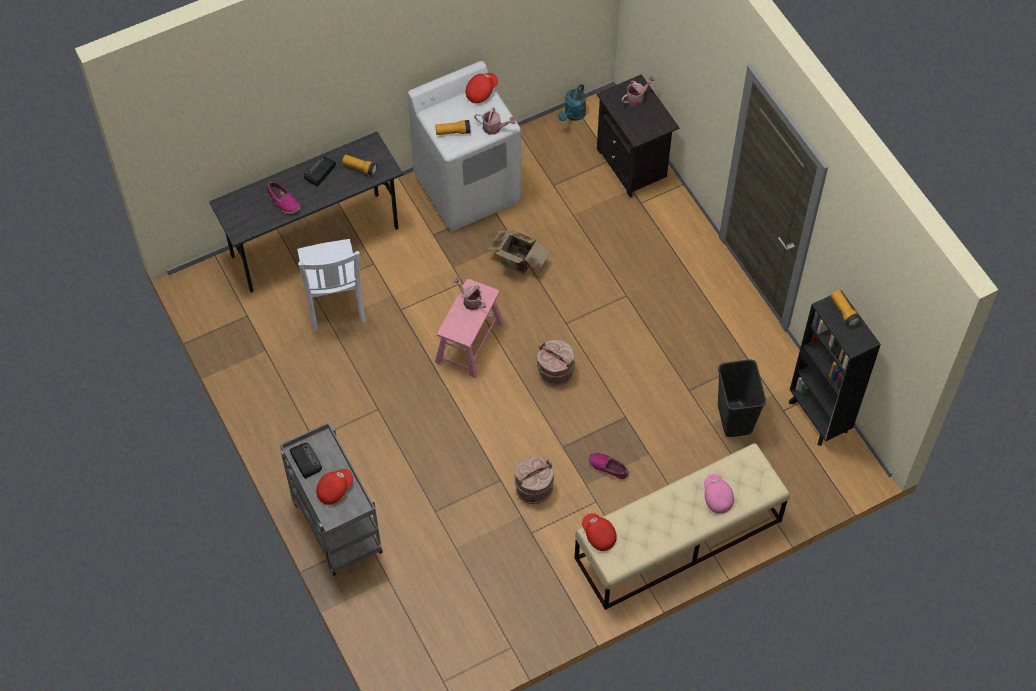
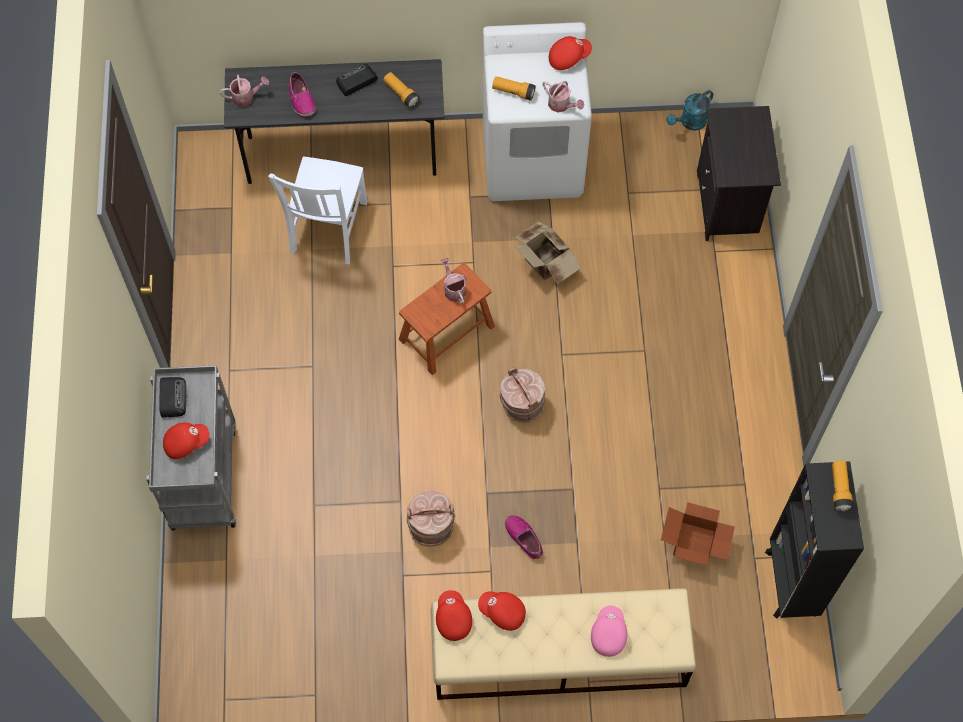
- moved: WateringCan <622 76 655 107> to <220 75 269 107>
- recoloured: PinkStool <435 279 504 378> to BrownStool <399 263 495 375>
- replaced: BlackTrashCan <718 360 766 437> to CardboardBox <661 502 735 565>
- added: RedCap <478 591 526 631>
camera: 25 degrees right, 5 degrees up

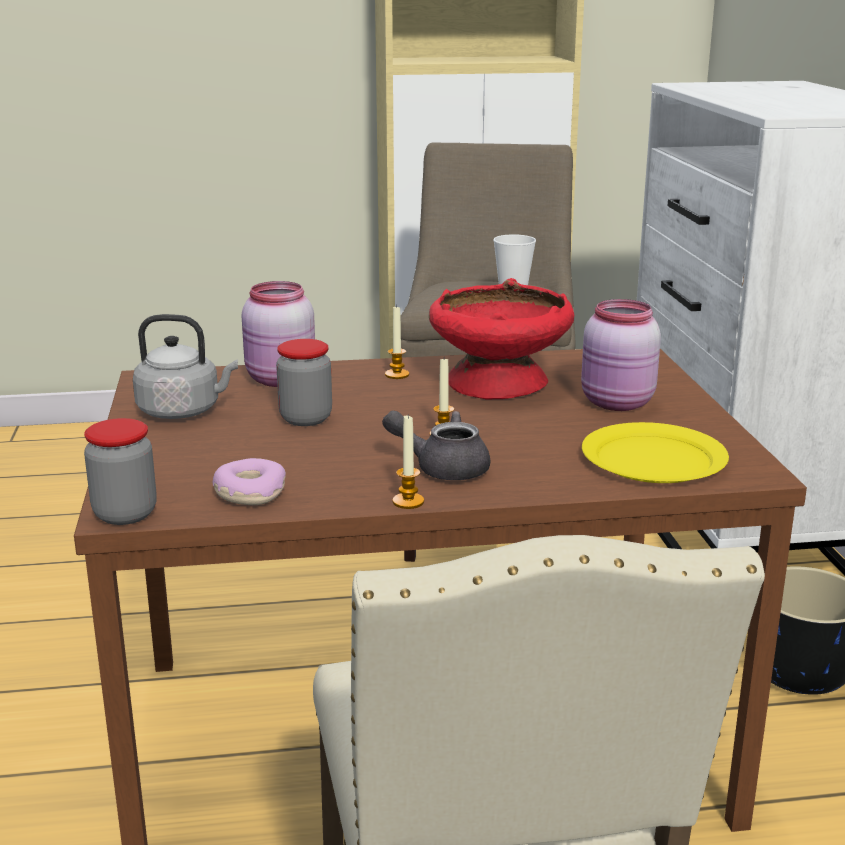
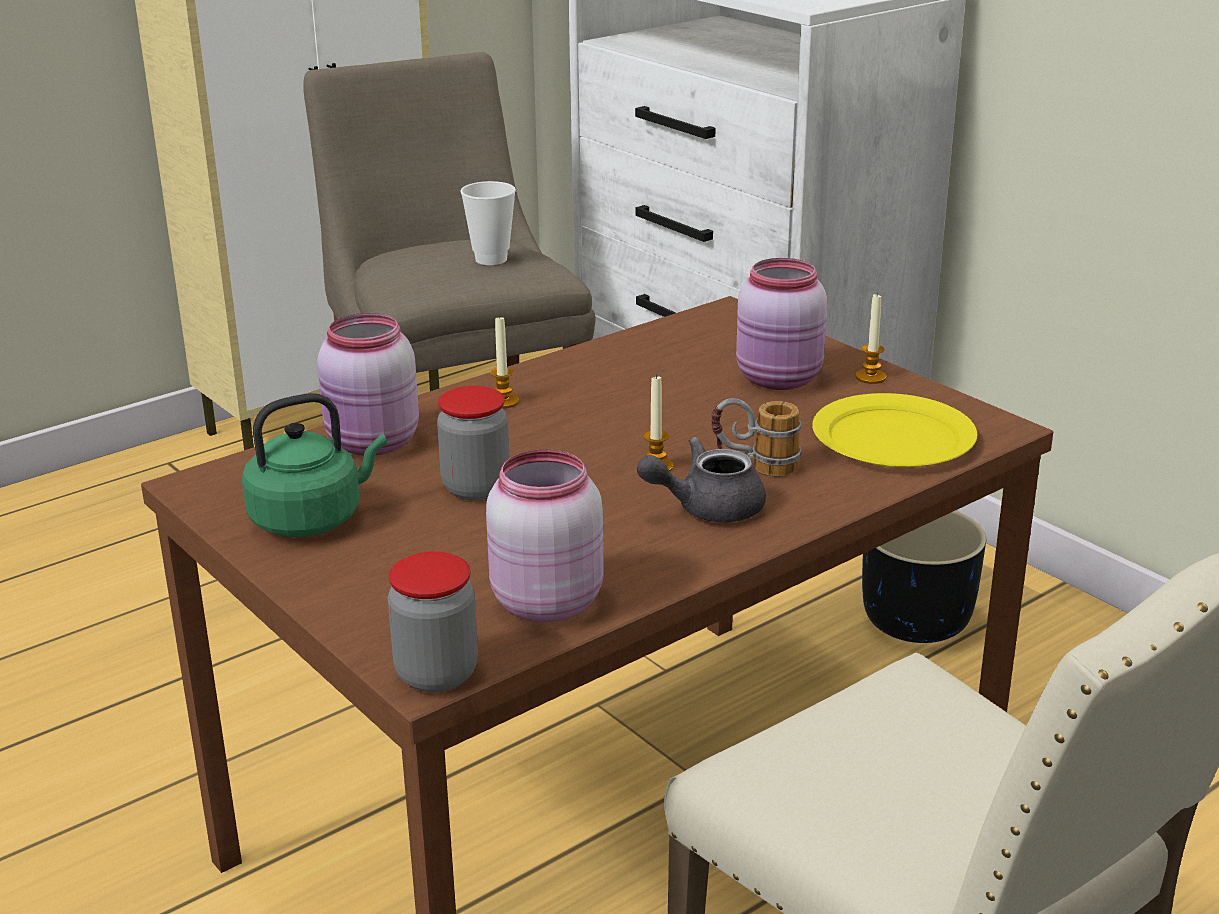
- removed: RedBowl <429 278 574 399>
- recoloured: GreyKettle <133 314 238 419> to GreenKettle <242 393 387 537>
- moved: Candle <392 415 424 509> to <856 293 886 384>
- replaced: Donut <213 458 286 505> to PinkJar <486 449 604 622>
- added: Mug <711 398 801 477>
camera: 30 degrees left, 5 degrees up

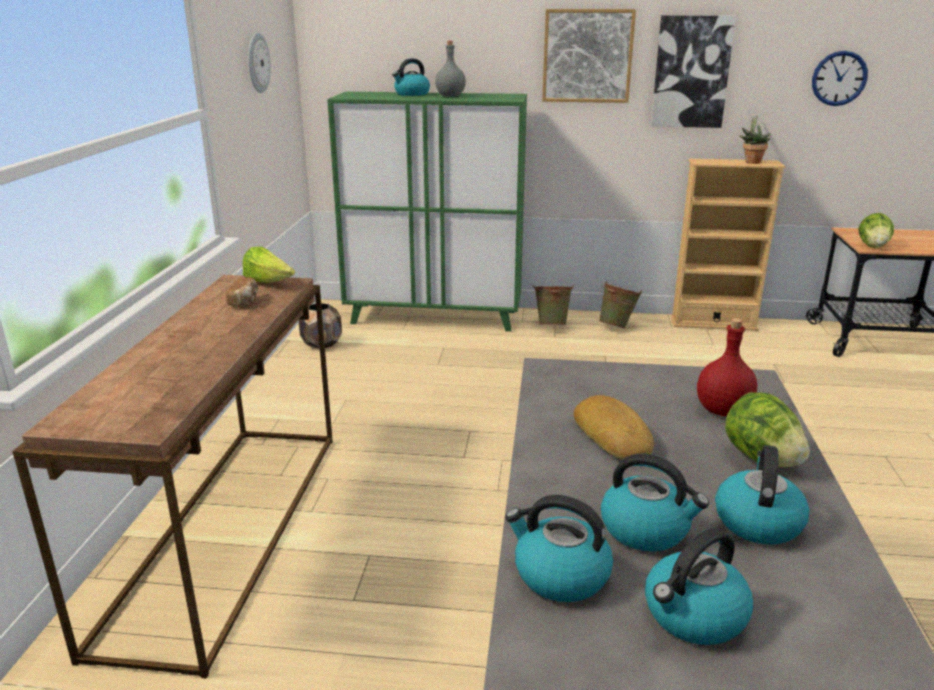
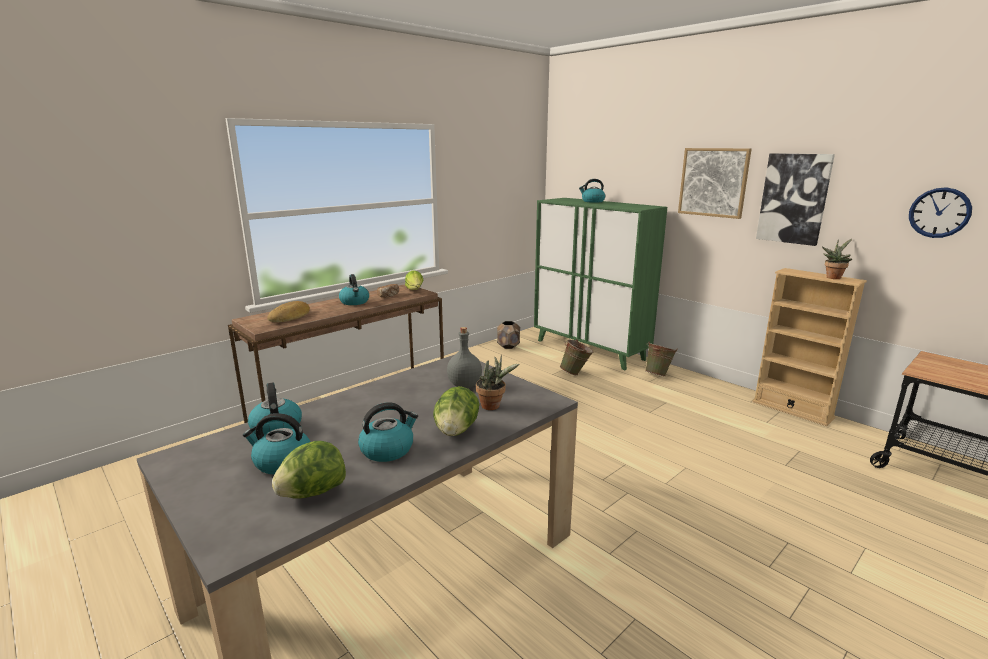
- removed: WallClock <248 33 271 93>
- moved: GreyBottle <435 41 466 97> to <447 327 482 388>
- moved: Lettuce <858 213 894 248> to <272 441 346 499>
- moved: GreenBucket <599 281 642 329> to <560 339 593 375>
- replaced: RedBottle <697 318 757 416> to PottedPlant <476 355 519 410>
- moved: Bread <574 395 654 460> to <267 301 310 322>
- moved: Kettle <601 453 709 551> to <339 274 369 305>
camera: 40 degrees right, 5 degrees down

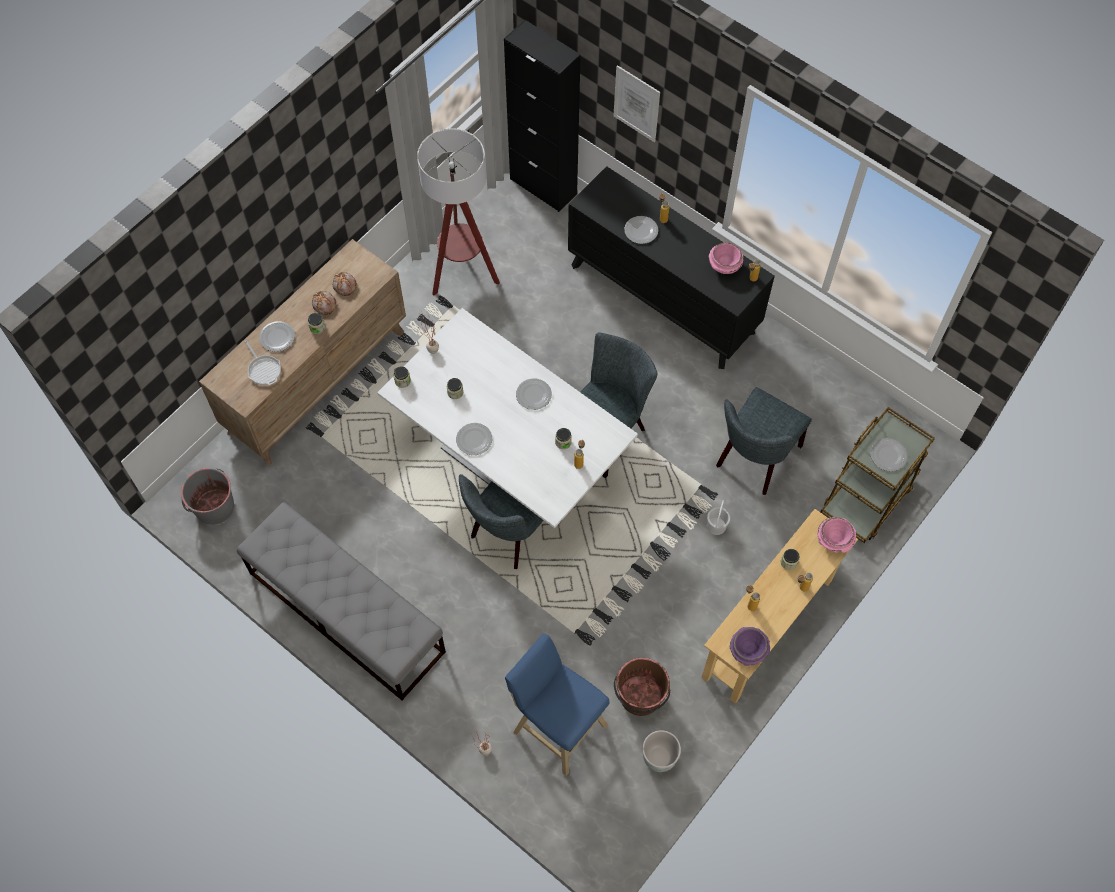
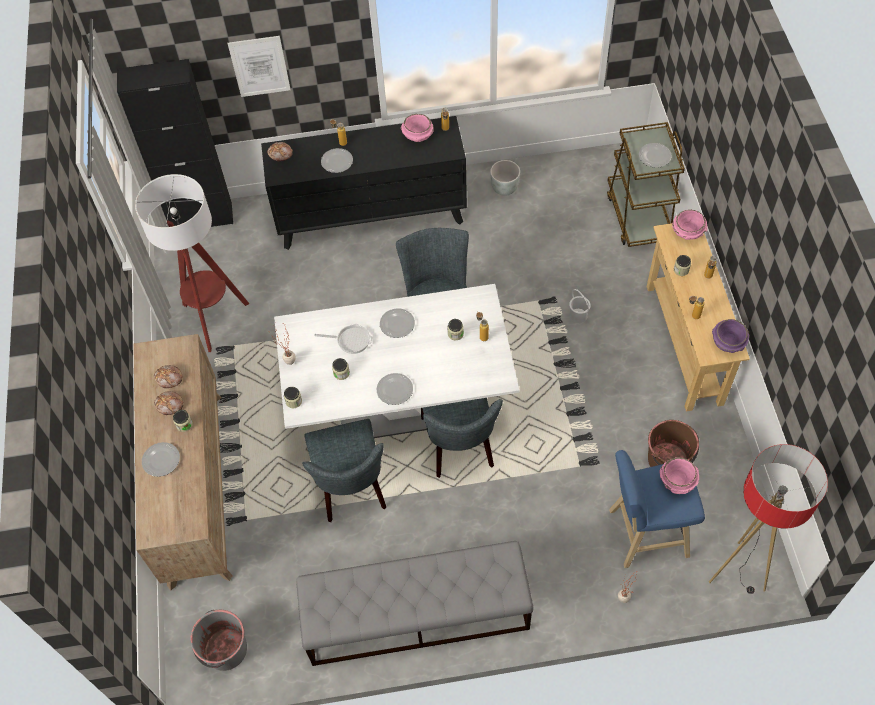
- moved: FryingPan <245 341 281 385> to <315 324 372 354>
- moved: GreyChair <716 387 812 495> to <302 419 386 522>
- moved: GreyPlanter <643 730 681 772> to <490 160 520 196>
- added: Bread <267 142 293 162>
- added: FloorLamp <709 444 828 594>
- added: PinkBowl <659 457 699 494>
camera: 45 degrees left, 5 degrees down

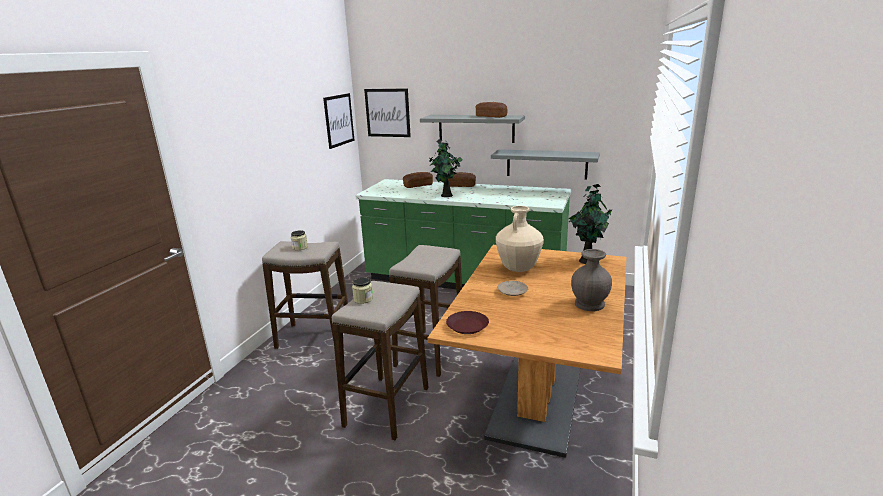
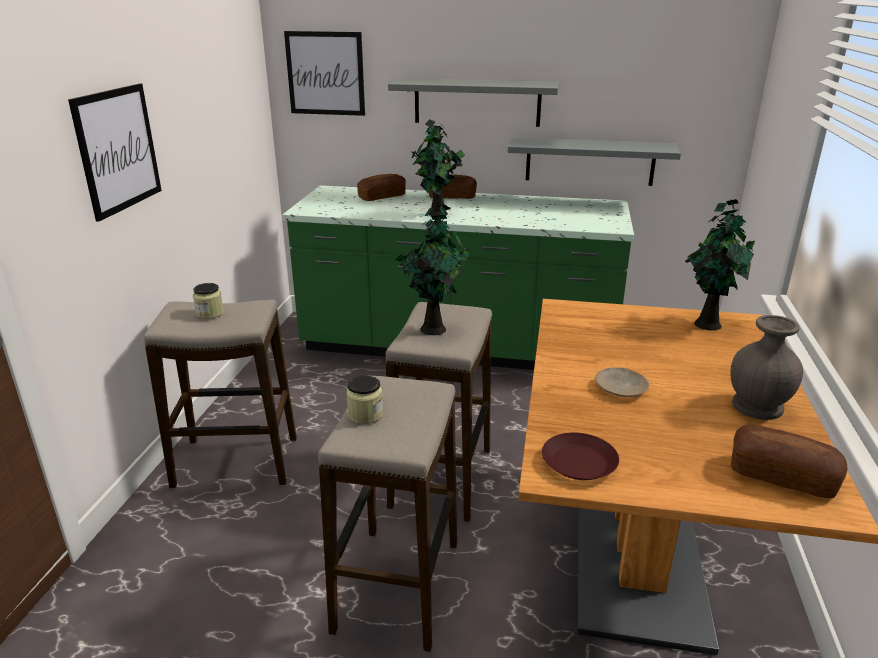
- moved: Picture <323 93 355 149> to <68 84 162 222>
- moved: Bread <475 102 508 118> to <731 425 848 498>
- removed: BeigeVase <496 206 544 272>
- added: PottedPlant <395 205 470 335>
camera: 10 degrees left, 5 degrees up

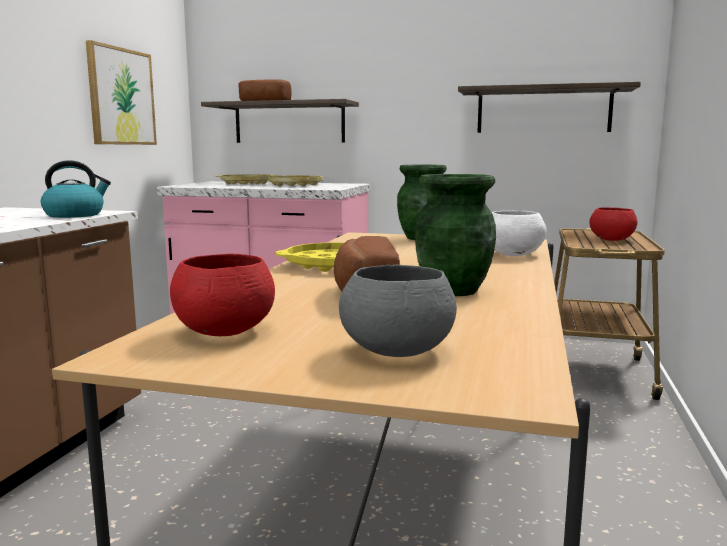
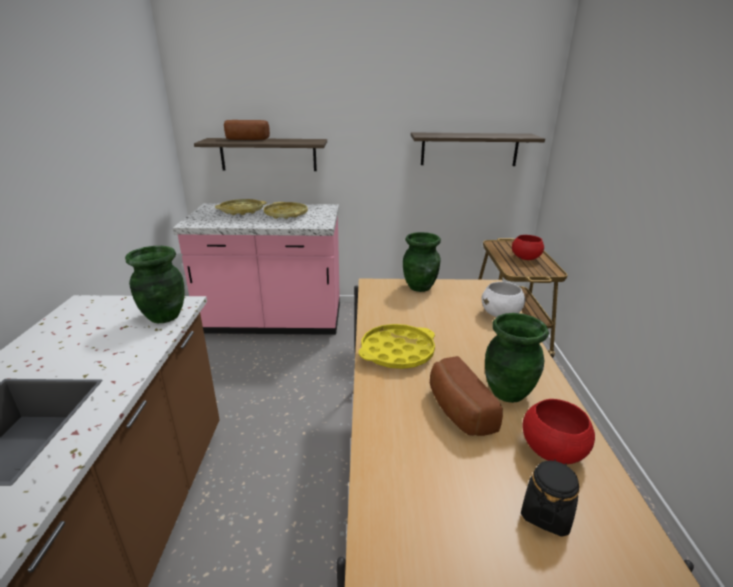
- removed: Picture <86 40 157 145>
- replaced: Kettle <41 160 111 218> to GreenVase <125 246 185 323>
- moved: RedBowl <170 254 275 336> to <522 399 595 464>
- replaced: GreyBowl <339 265 457 357> to BlackJar <521 459 579 537>
camera: 15 degrees left, 15 degrees up

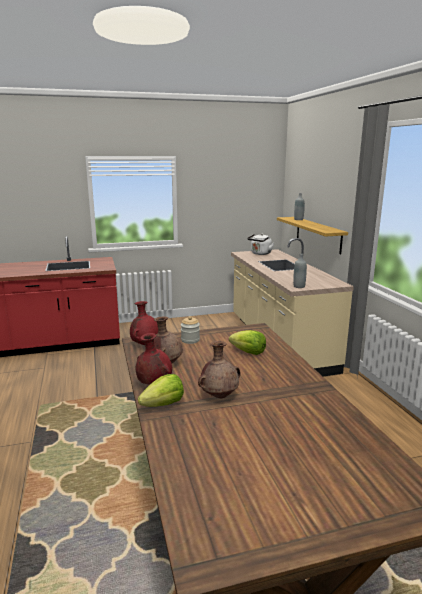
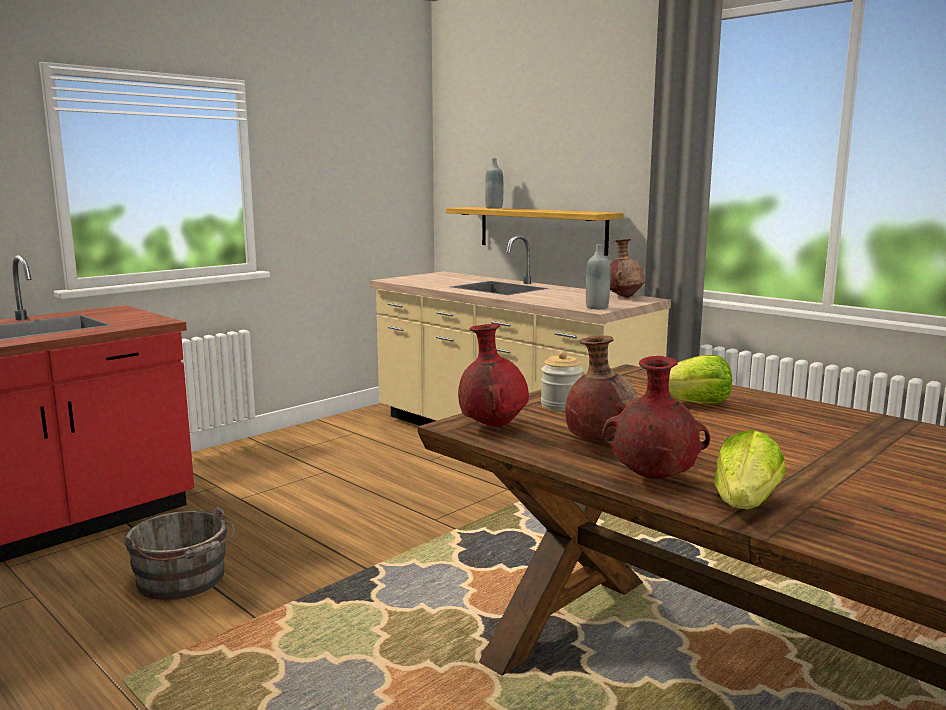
- removed: WhiteKettle <248 234 274 255>
- moved: BrownVase <198 341 241 398> to <610 239 645 298>
- added: GreyBucket <124 507 235 600>
camera: 30 degrees left, 5 degrees down

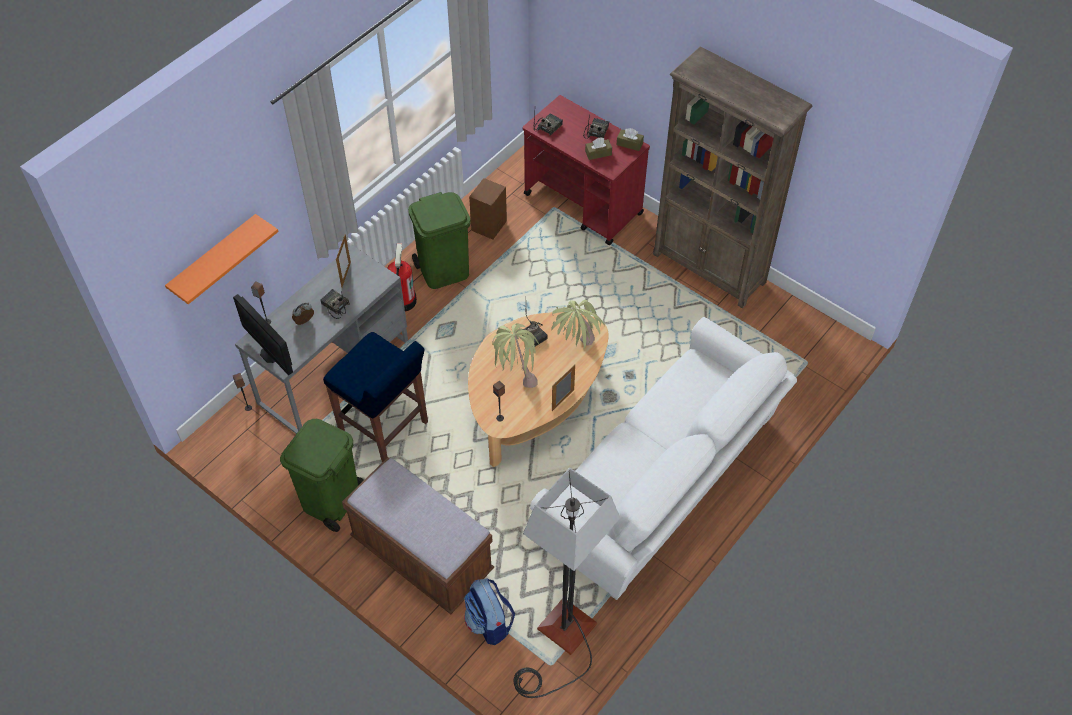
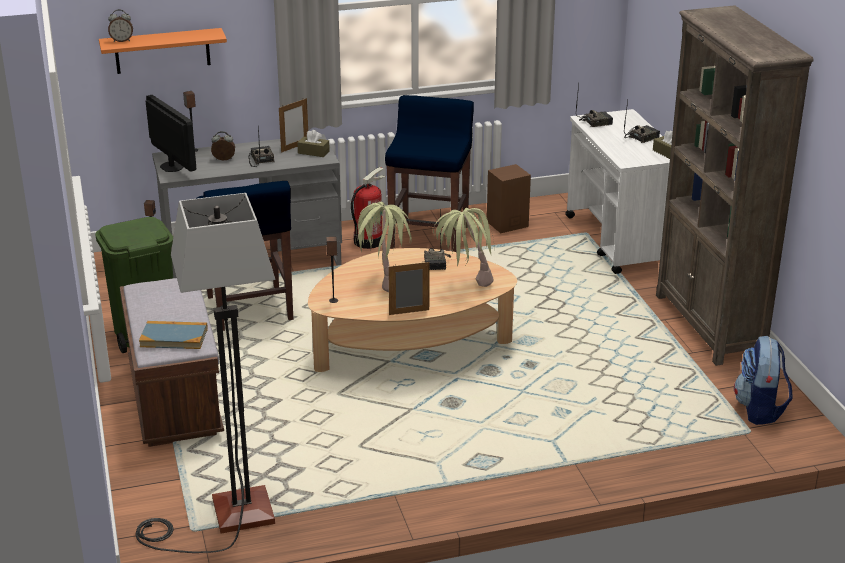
- recoloured: RedCart <523 95 650 246> to WhiteCart <565 109 670 274>
- moved: BrownTissueBox <585 137 612 160> to <297 130 330 157>
- replaced: GreenTrashCan <408 192 471 289> to BlueStool <385 95 474 252>
- turned: Monitor <233 294 293 375> = <146 95 196 172> 150 degrees clockwise
- removed: WhiteSofa <530 317 797 600>
- moved: Backpack <464 578 515 645> to <734 336 793 425>
- added: AlarmClock <108 9 133 42>
- added: Book <139 321 208 349>
camera: 35 degrees right, 25 degrees down

